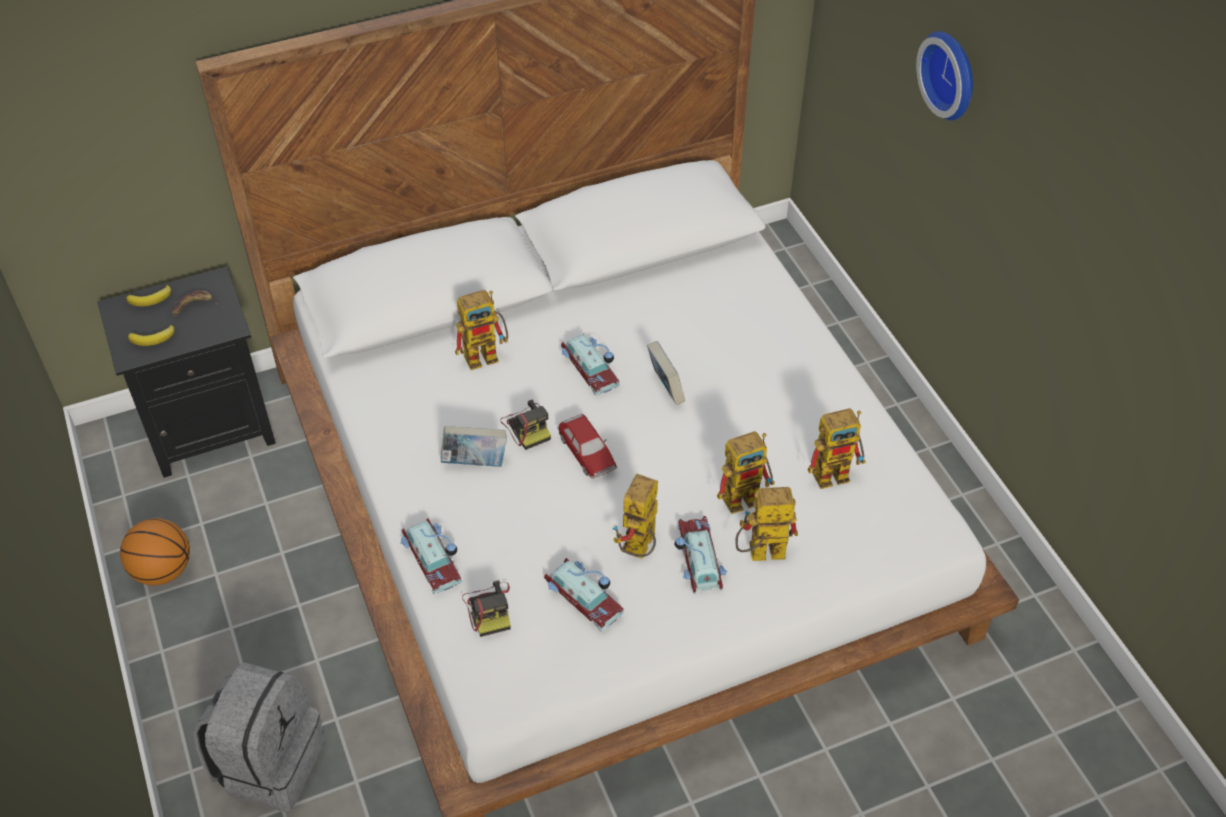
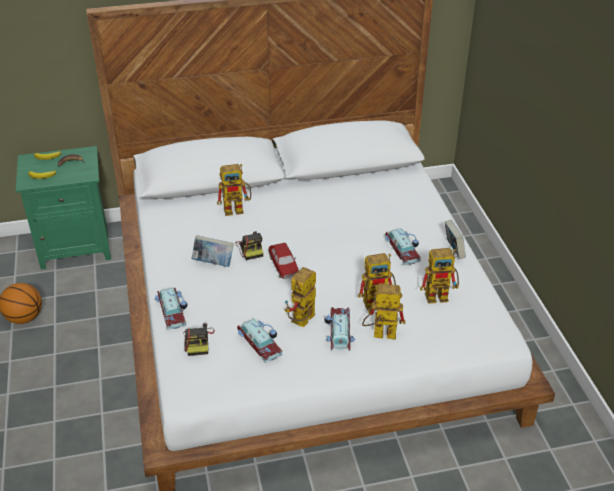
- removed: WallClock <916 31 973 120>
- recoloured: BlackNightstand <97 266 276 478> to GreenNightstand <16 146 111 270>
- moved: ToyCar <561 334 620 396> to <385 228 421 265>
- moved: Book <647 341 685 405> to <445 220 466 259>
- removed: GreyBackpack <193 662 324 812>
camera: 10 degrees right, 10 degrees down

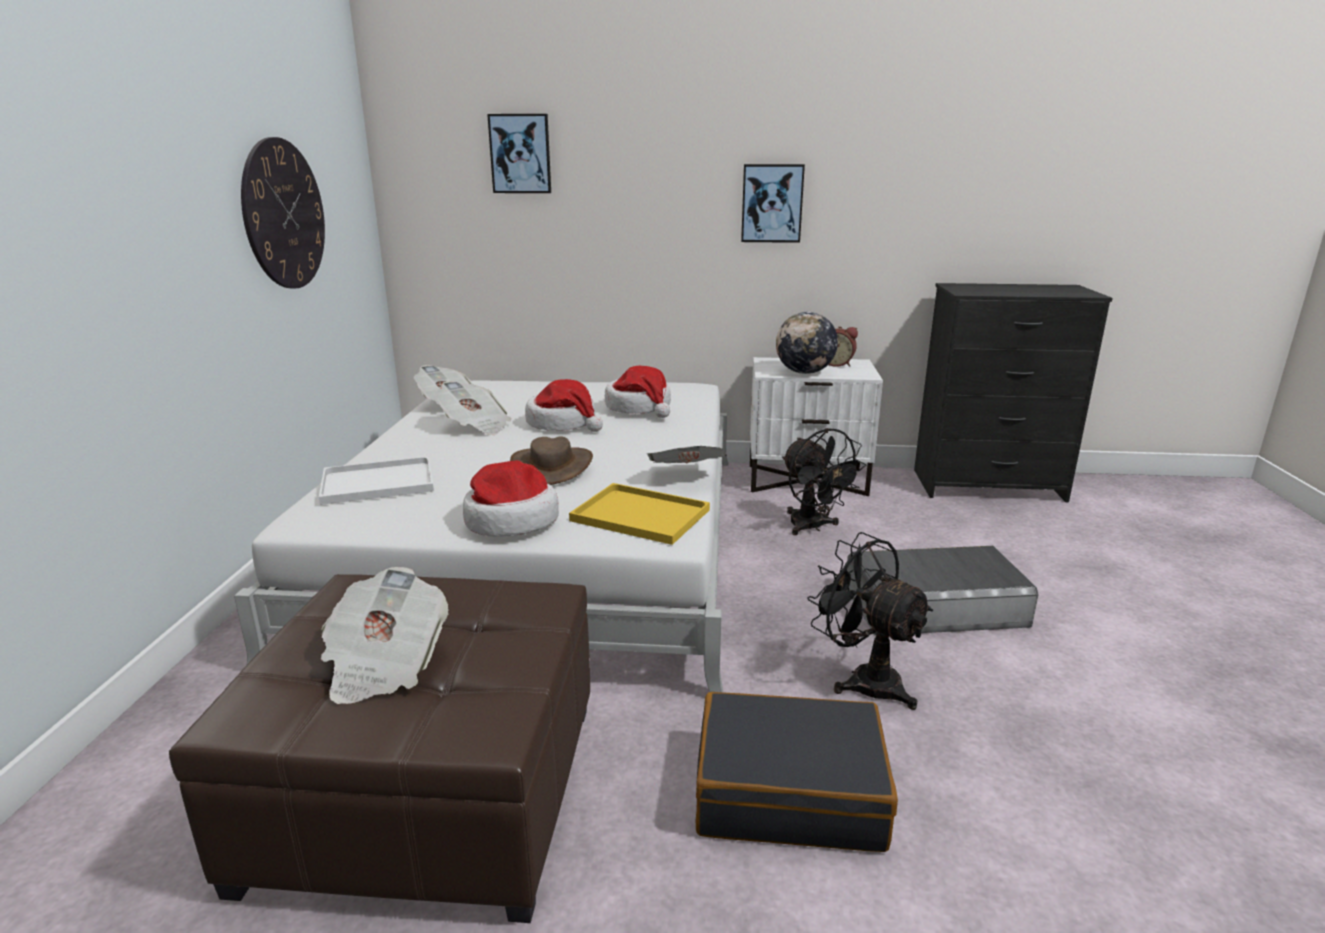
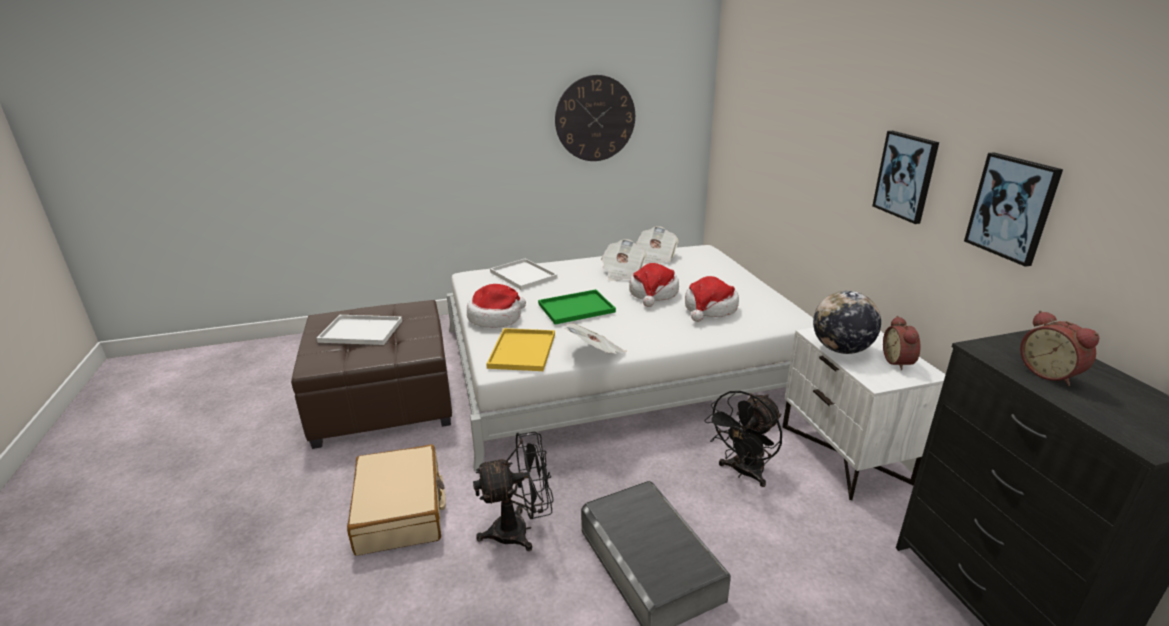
- moved: Picture <487 114 551 193> to <964 152 1063 267>
- replaced: BrownHat <510 437 593 485> to GreenTray <538 289 616 325>
- turned: BlackFan <807 532 933 710> = <473 431 554 551> 45 degrees clockwise
- replaced: Newspaper <321 567 449 704> to WhiteTray <317 315 402 345>
- recoloured: BlackSuitcase <696 692 898 852> to BeigeSuitcase <347 445 446 556>
- added: AlarmClock <1020 310 1099 386>
camera: 70 degrees right, 5 degrees up

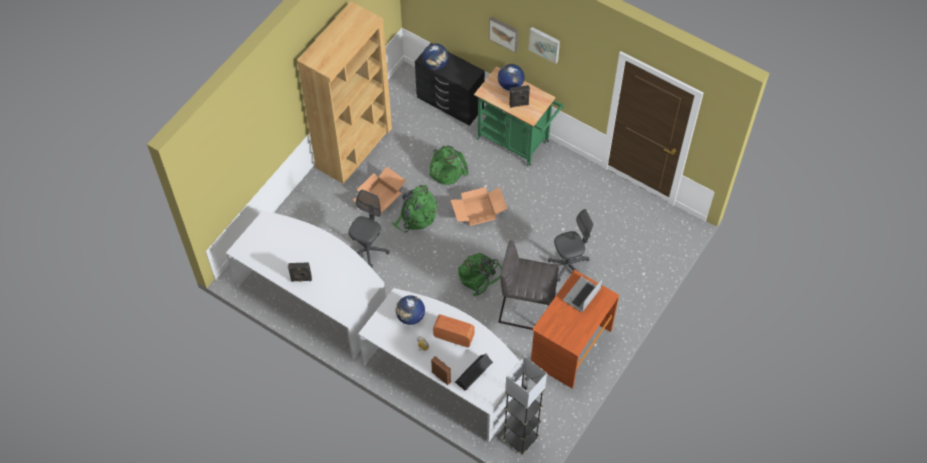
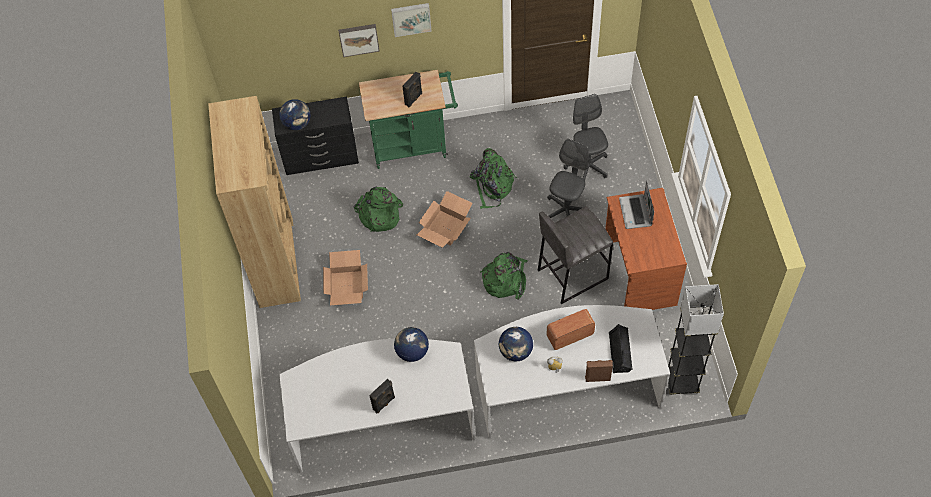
- moved: Globe <498 64 525 91> to <394 327 429 362>
- moved: GreenBackpack <392 185 437 232> to <470 148 517 209>
- moved: GreyOfficeChair <348 190 390 268> to <564 94 608 180>
camera: 40 degrees left, 0 degrees up

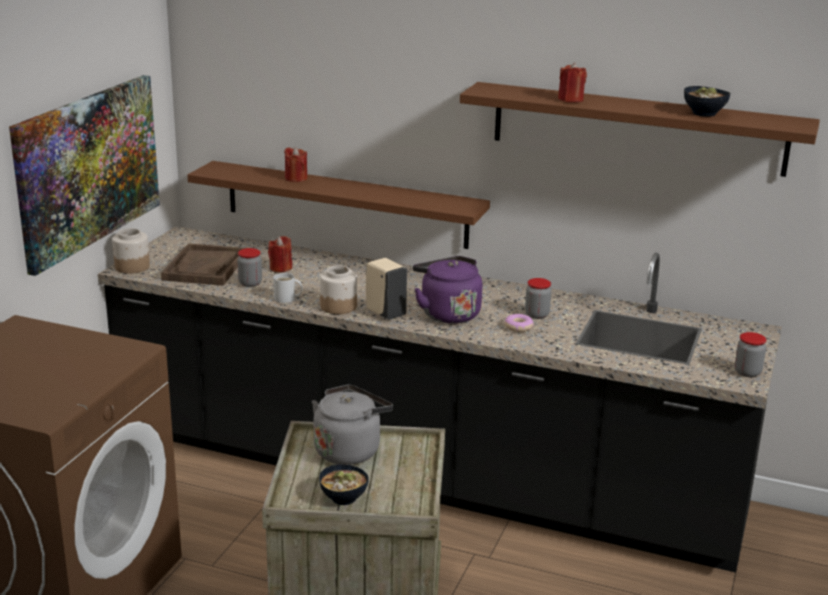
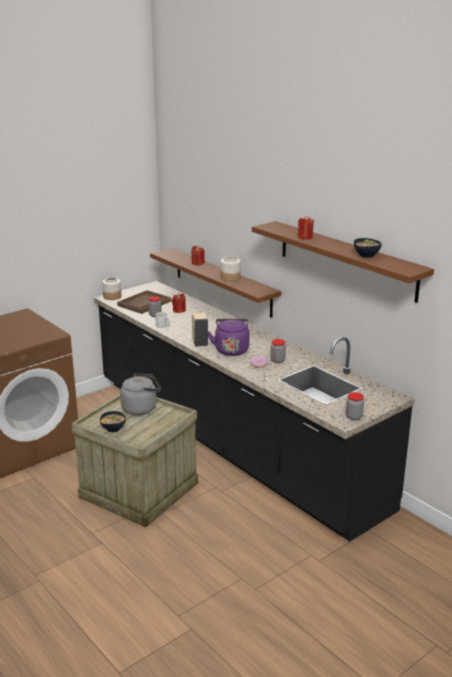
- removed: Picture <9 75 160 276>
- moved: Jar <320 265 357 314> to <221 256 241 282>
camera: 30 degrees right, 0 degrees up

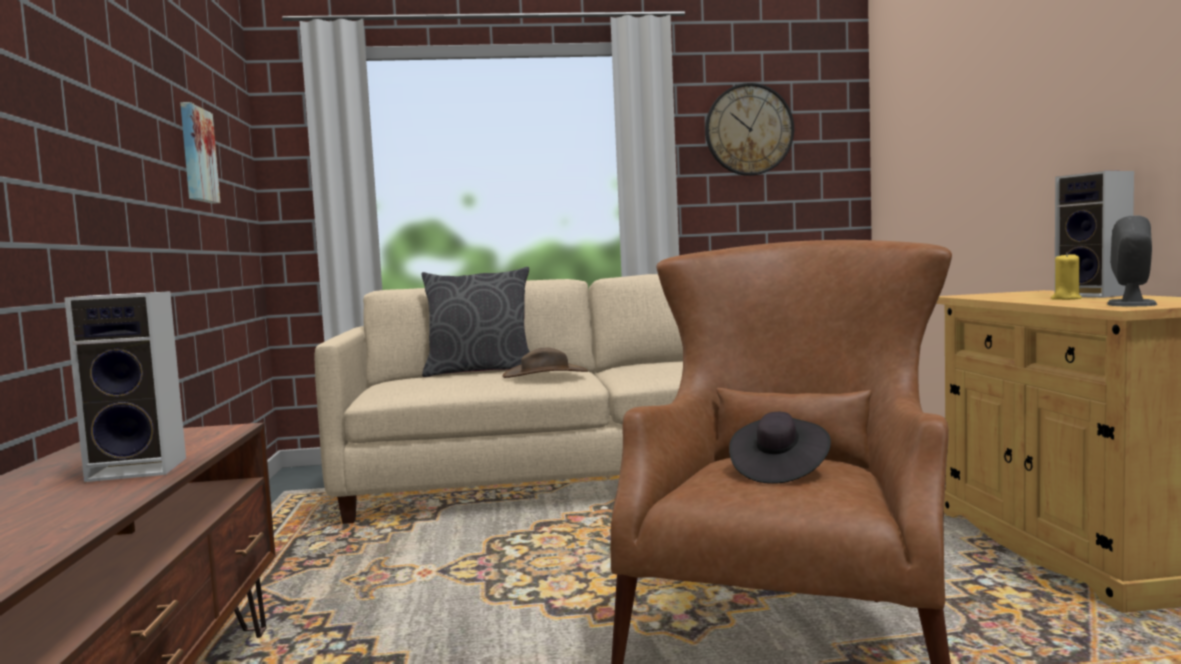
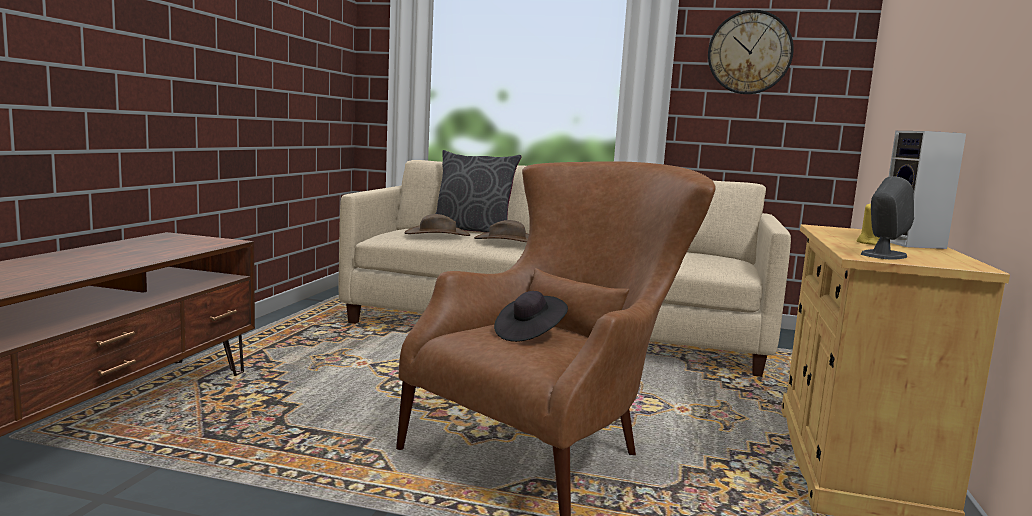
- removed: Picture <180 102 220 204>
- removed: Speaker <64 291 186 482>
- added: BrownHat <404 214 470 236>
camera: 20 degrees right, 5 degrees up

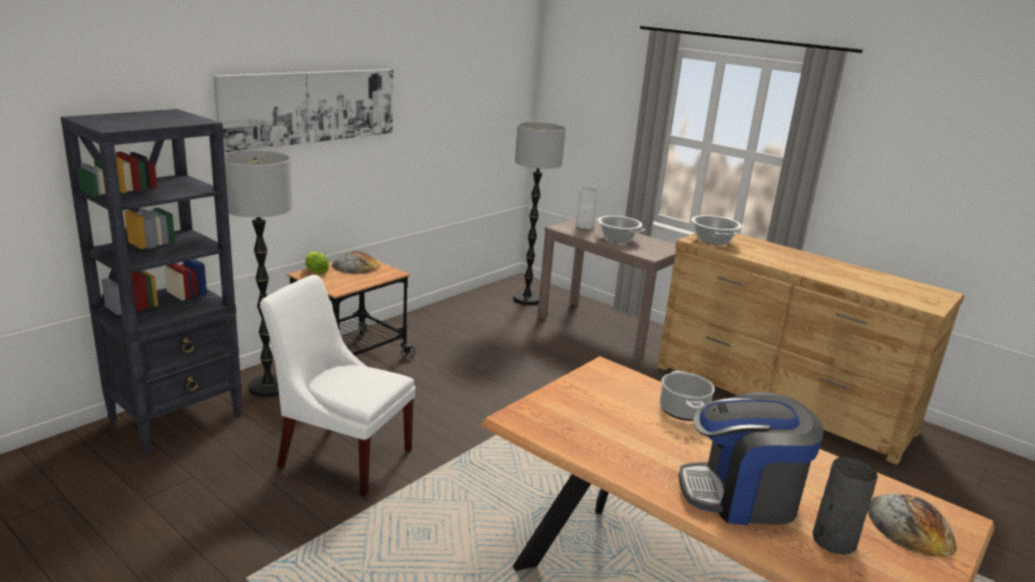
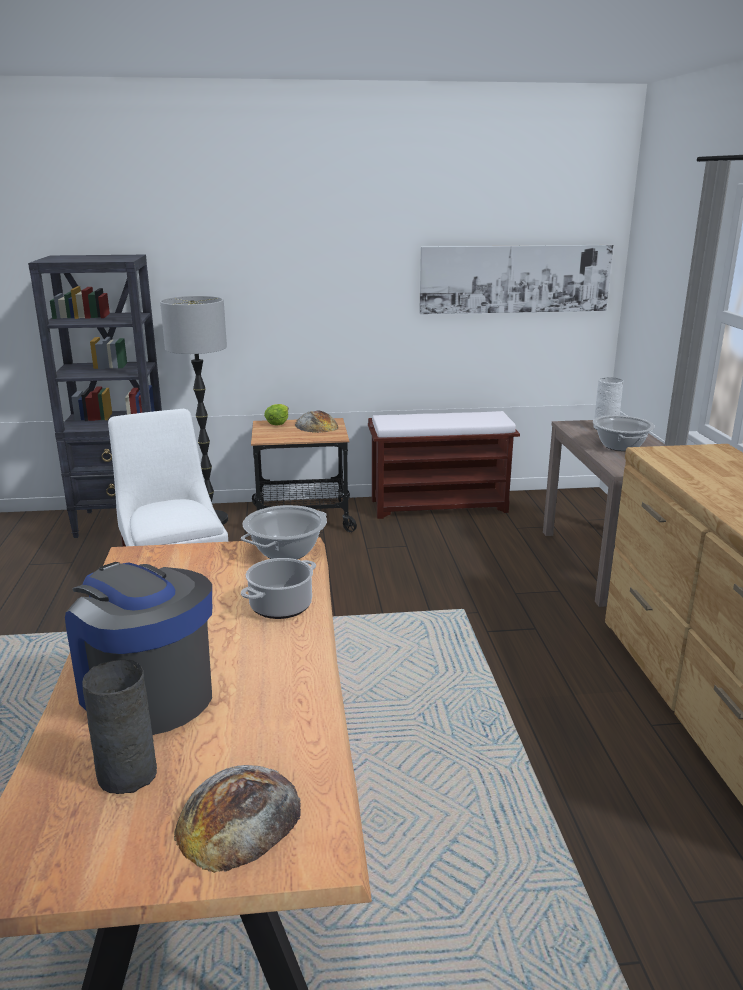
- moved: Picture <213 69 393 153> to <419 245 613 314>
- removed: FloorLamp <513 122 566 305>
- moved: CookingPot <691 215 742 246> to <241 505 327 559>
- added: BrownBench <368 411 520 519>
camera: 45 degrees right, 0 degrees up

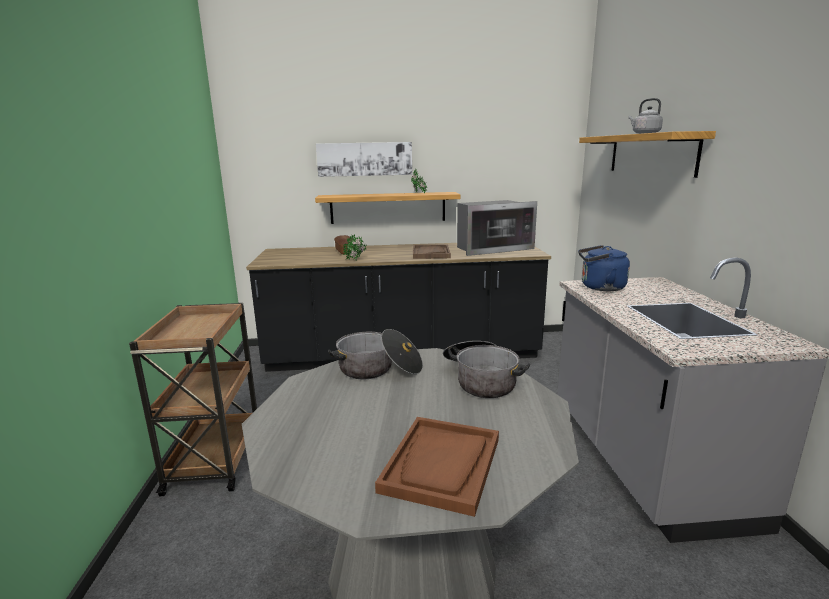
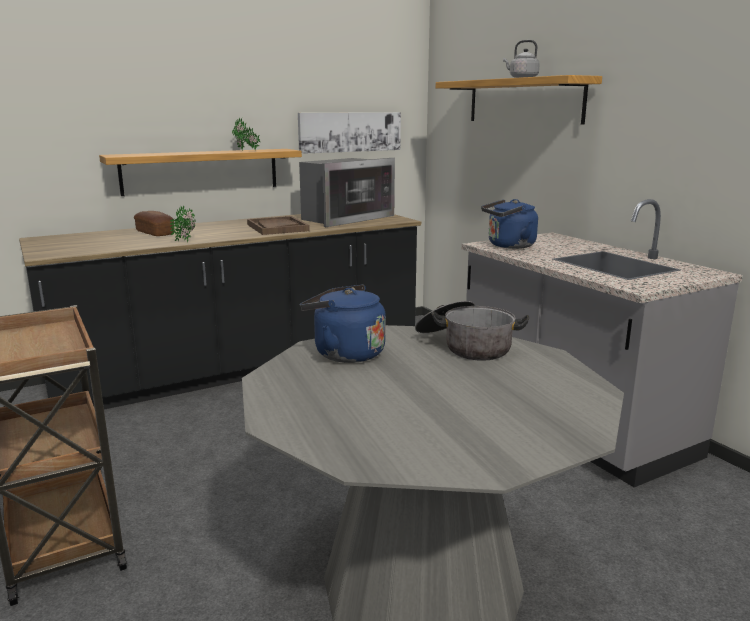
- moved: Picture <316 142 412 177> to <298 112 401 154>
- replaced: CookingPot <328 329 423 379> to BlueKettle <300 285 386 363>
- removed: BrownTray <375 417 499 517>
camera: 25 degrees left, 0 degrees up

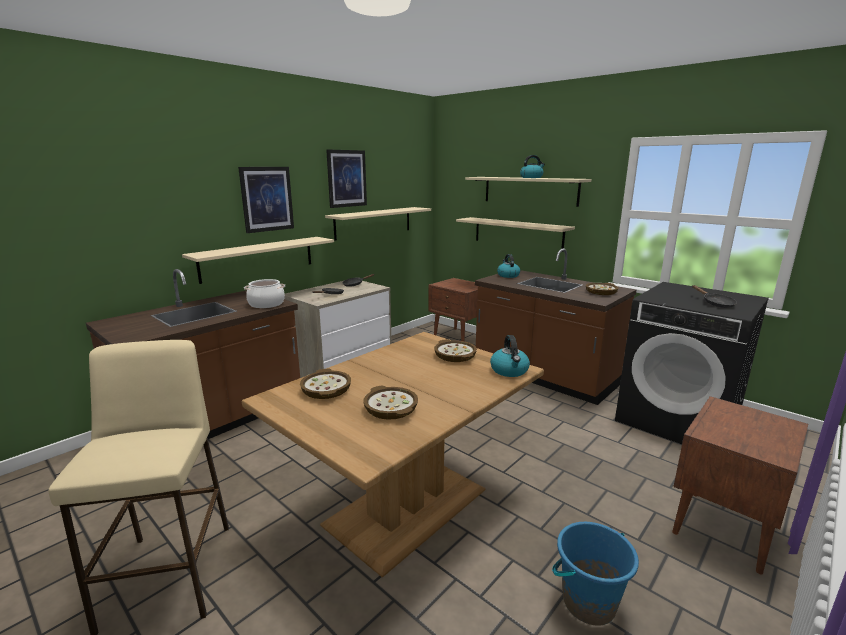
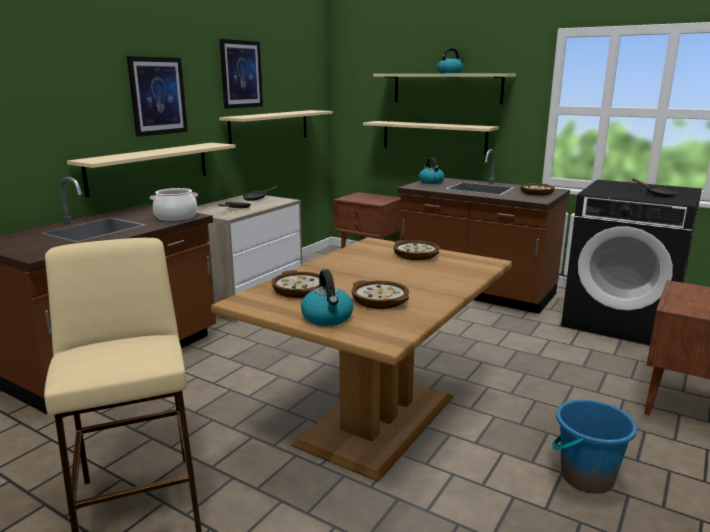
- moved: Kettle <490 335 530 377> to <301 269 353 326>
camera: 10 degrees left, 0 degrees up

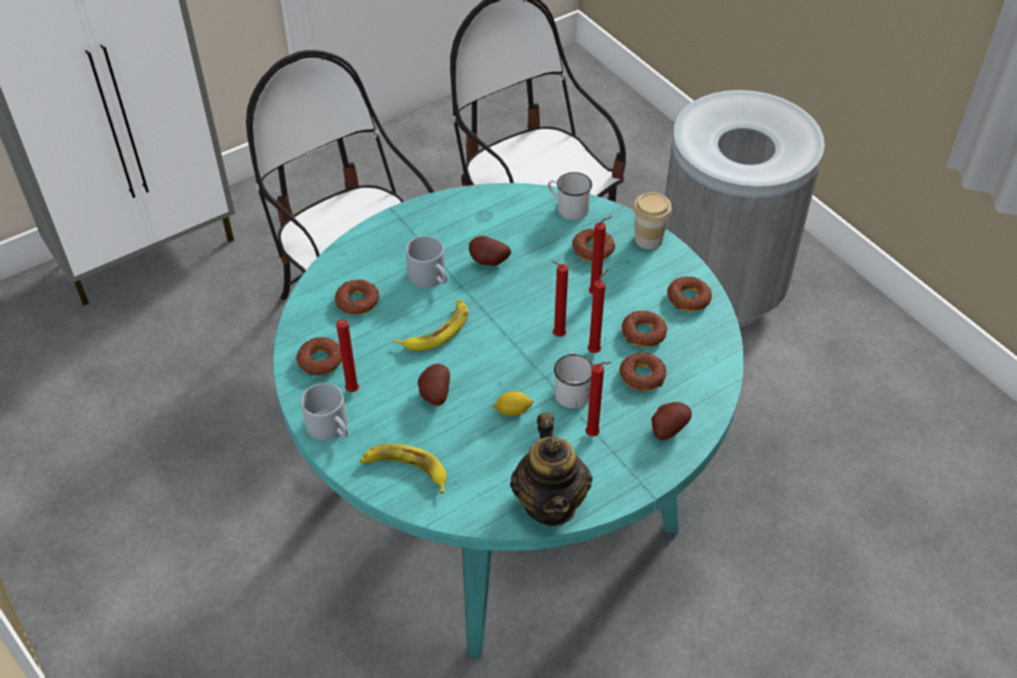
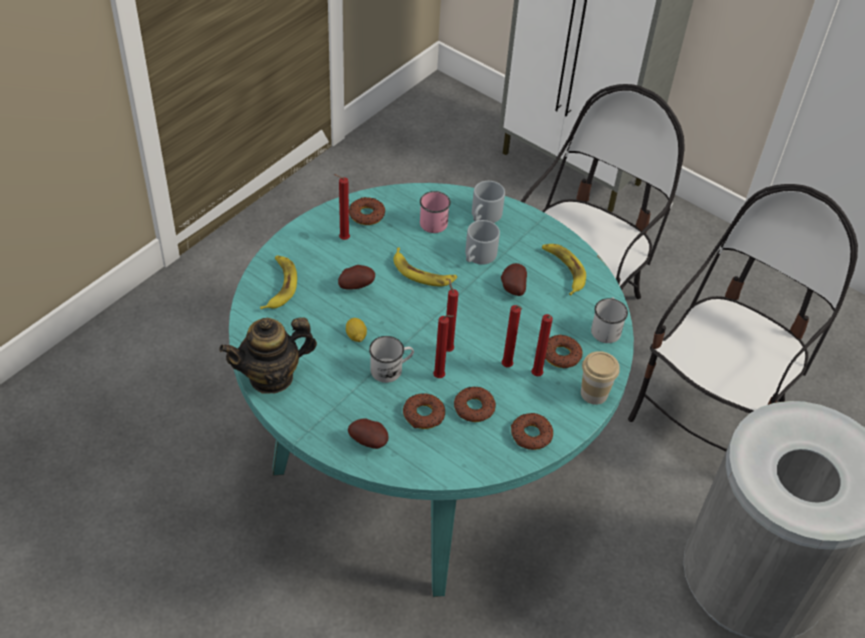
- replaced: Donut <335 279 379 315> to PinkMug <420 191 451 233>
- moved: RedCandle <585 362 611 436> to <531 314 553 376>
- moved: GreyMug <301 383 348 441> to <472 181 505 223>
- added: Banana <542 244 586 296>
camera: 70 degrees right, 0 degrees up

